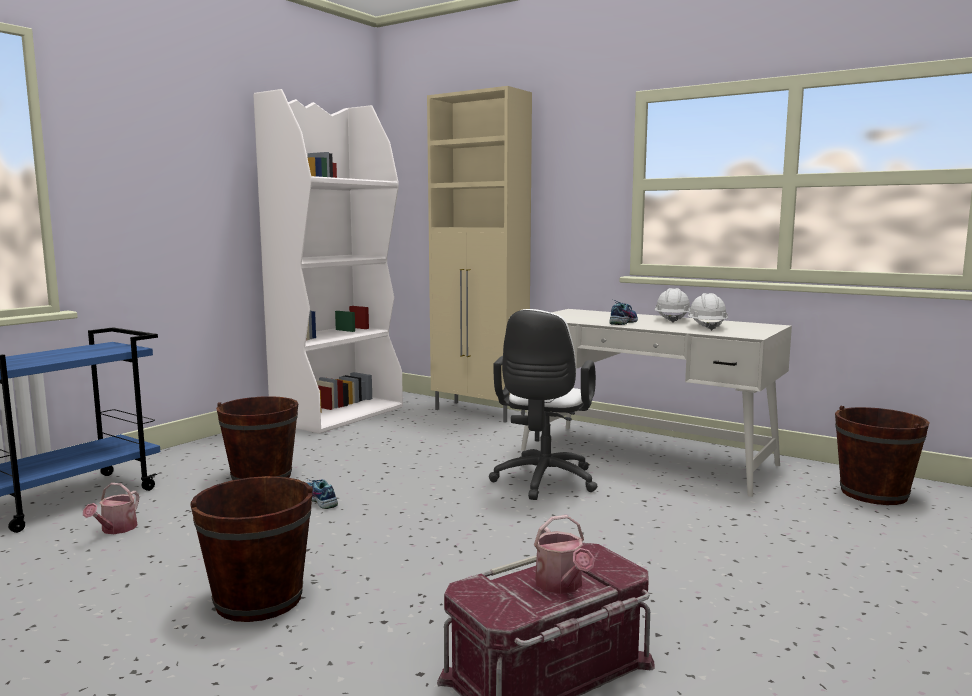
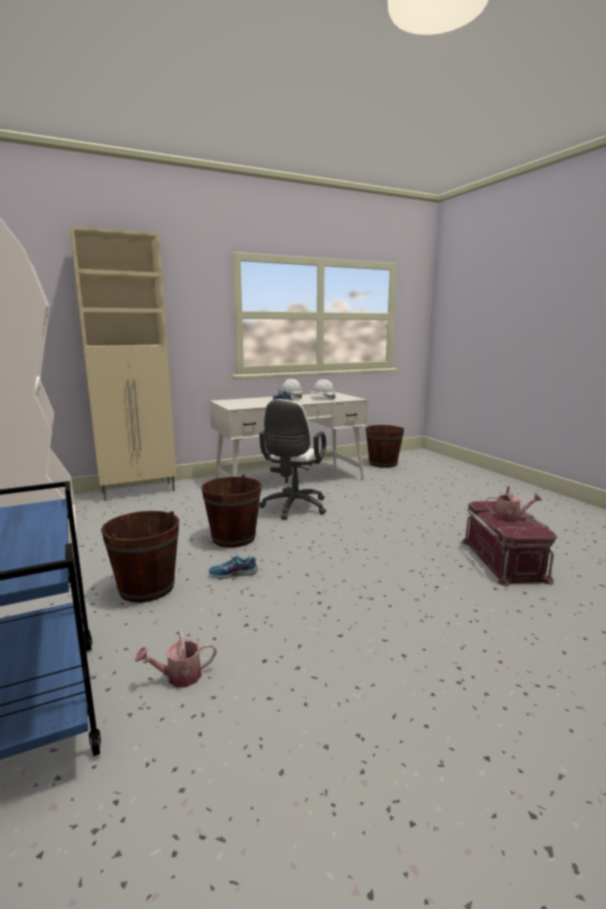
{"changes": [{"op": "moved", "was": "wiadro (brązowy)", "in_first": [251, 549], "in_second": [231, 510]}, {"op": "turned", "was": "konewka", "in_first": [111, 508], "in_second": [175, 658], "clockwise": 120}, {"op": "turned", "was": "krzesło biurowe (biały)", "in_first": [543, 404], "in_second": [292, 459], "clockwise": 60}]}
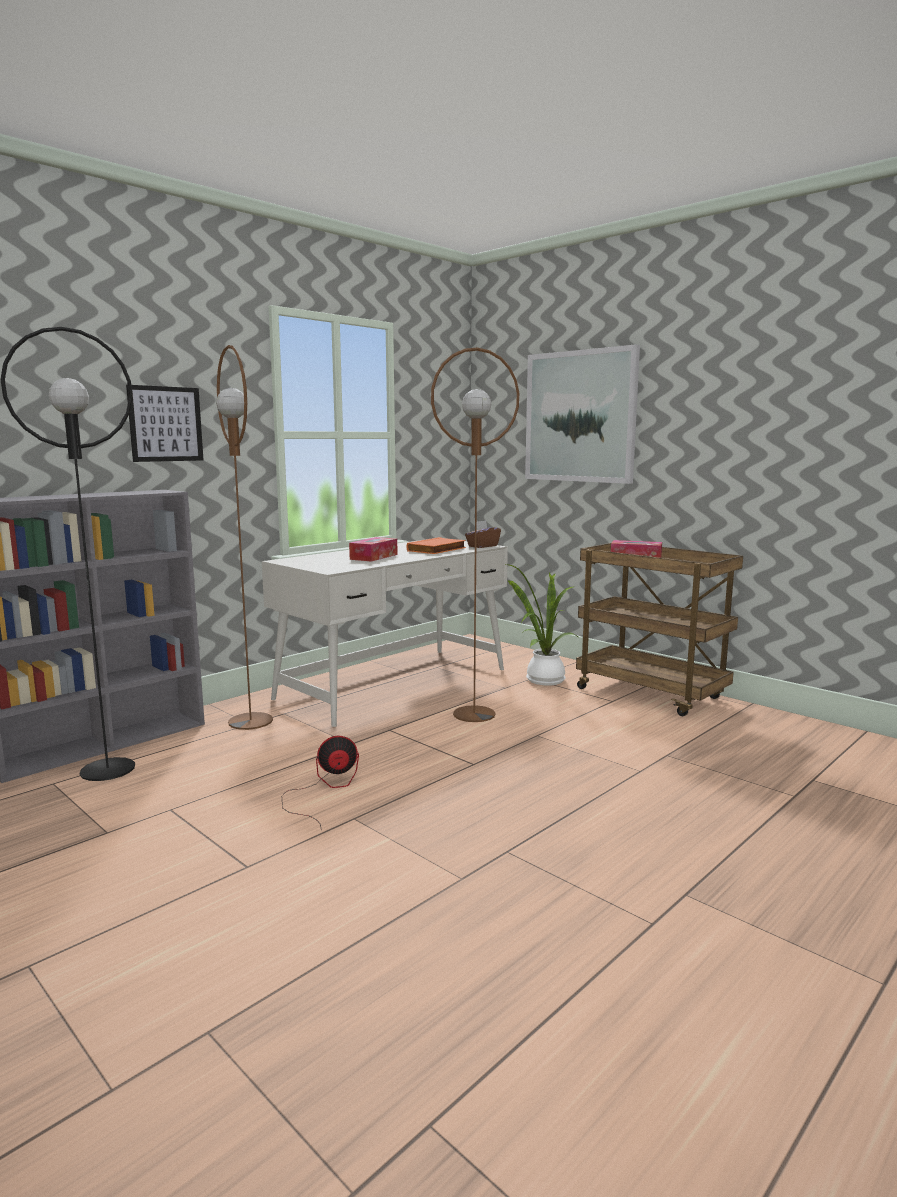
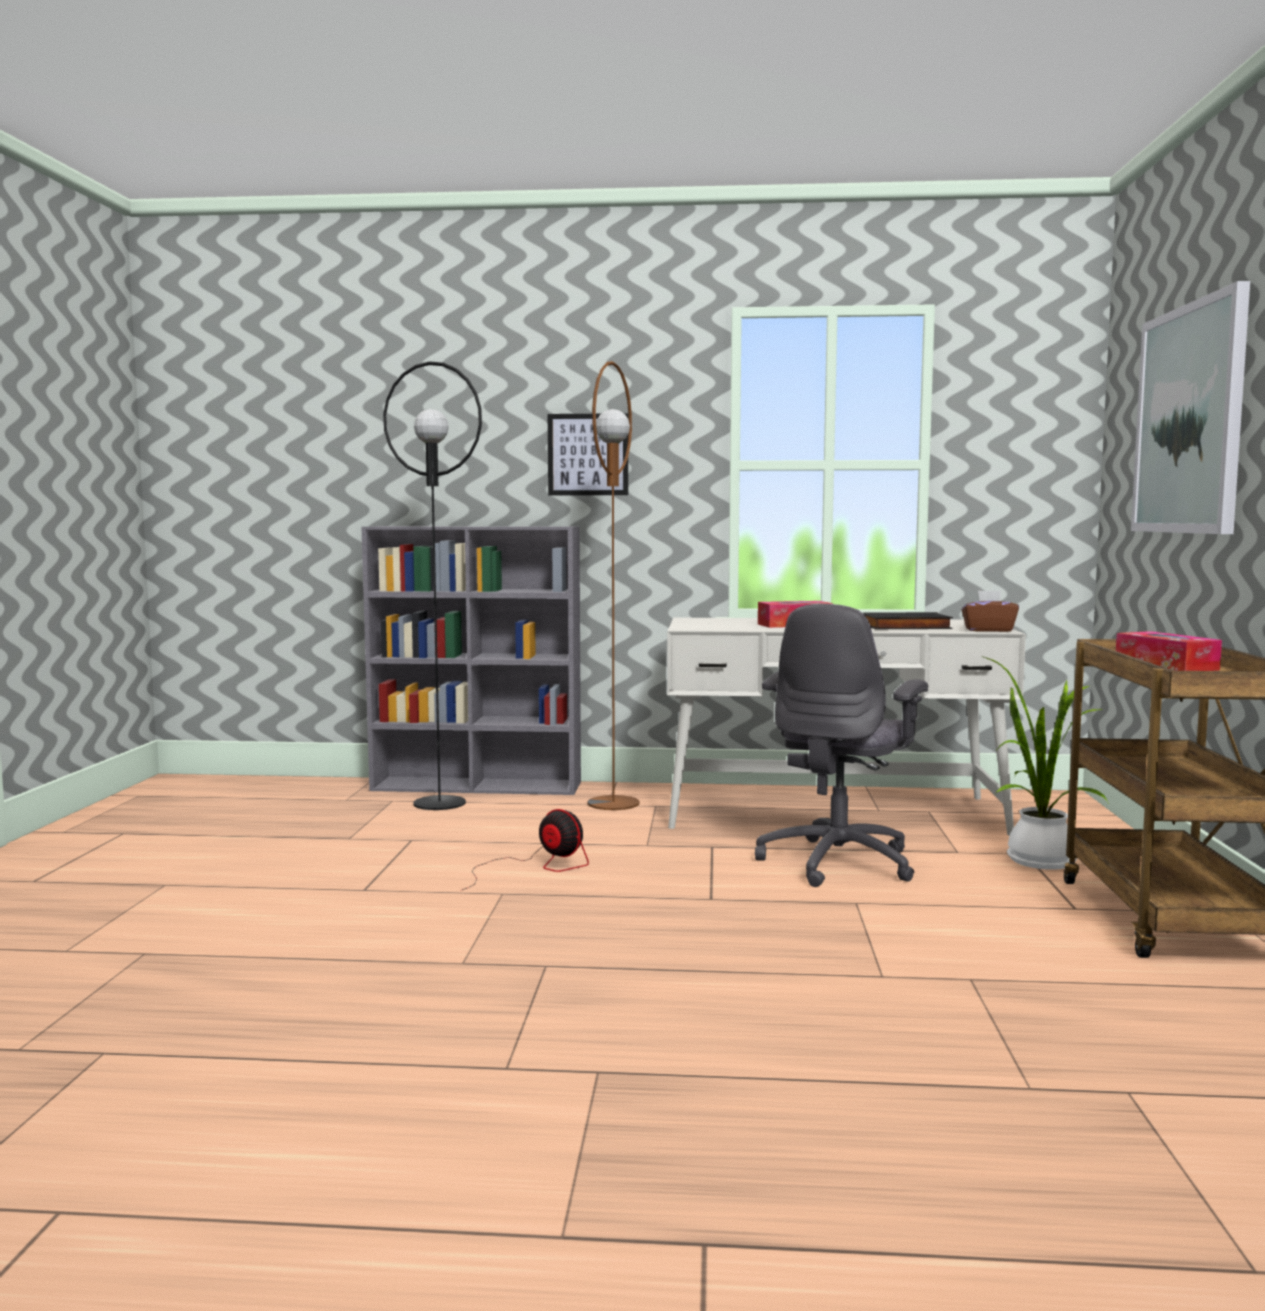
{"changes": [{"op": "replaced", "was": "lampa stojąca (brązowy)", "now": "krzesło biurowe (szary)", "in_first": [475, 534], "in_second": [841, 745]}, {"op": "recoloured", "was": "książka (pomarańczowy)", "now": "książka (czarny)", "in_first": [436, 545], "in_second": [908, 620]}]}
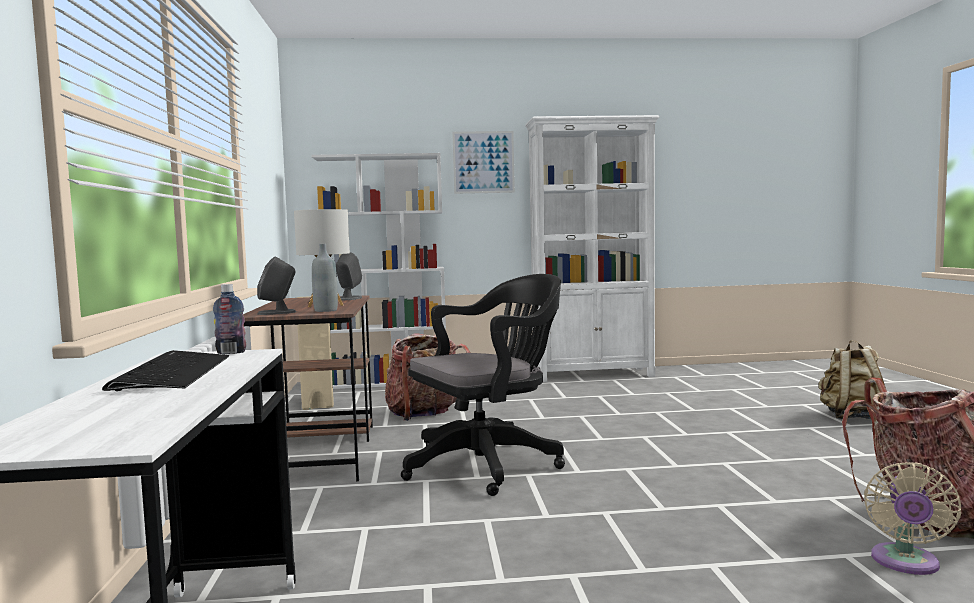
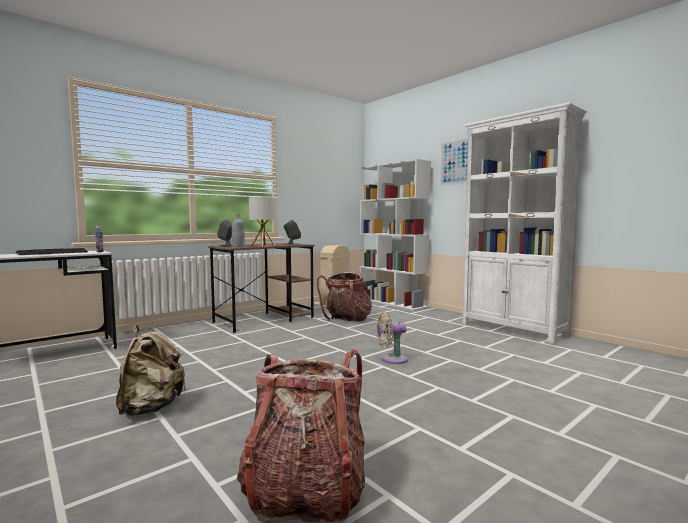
{"changes": [{"op": "removed", "was": "krzesło biurowe (czarny)", "in_first": [483, 385]}, {"op": "moved", "was": "plecak (beżowy)", "in_first": [852, 379], "in_second": [151, 370]}, {"op": "moved", "was": "wentylator (beżowy)", "in_first": [912, 518], "in_second": [391, 338]}]}
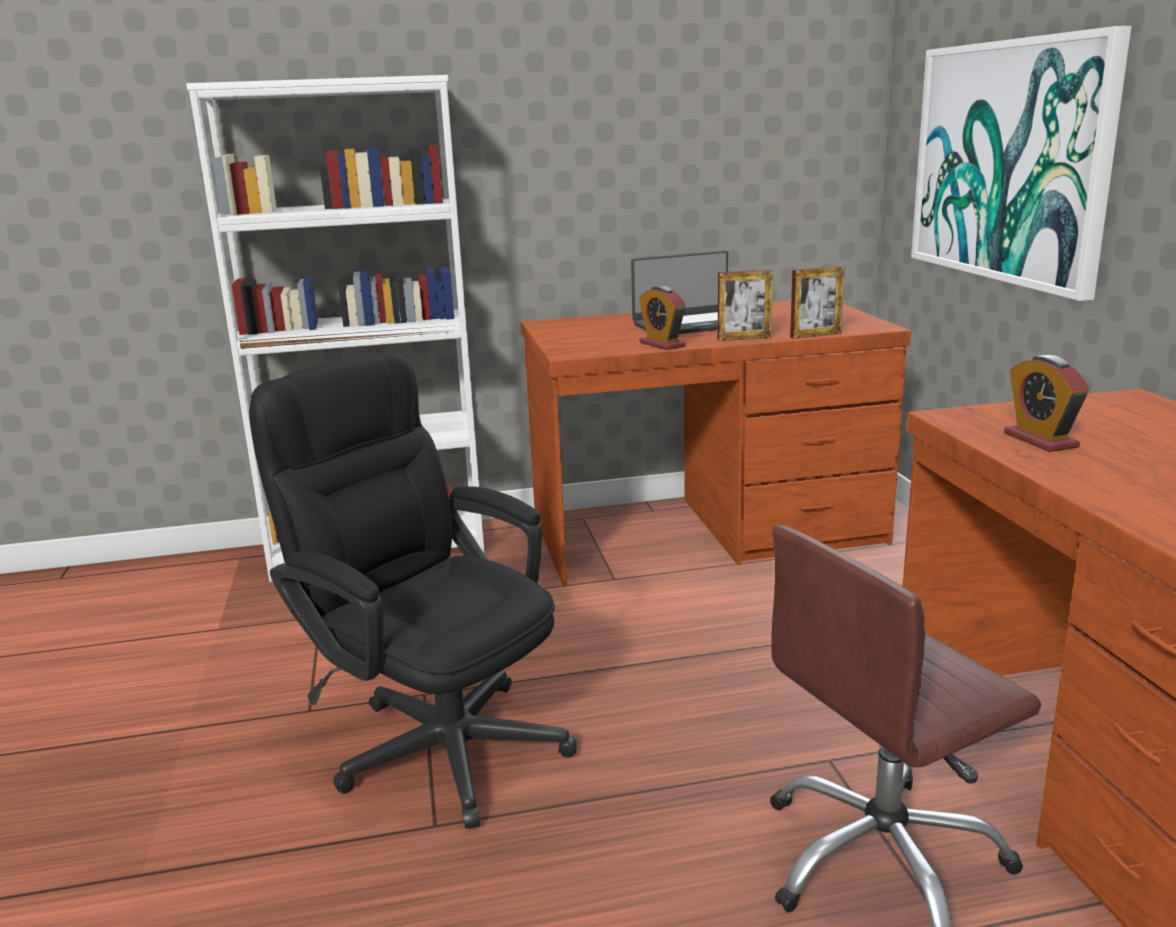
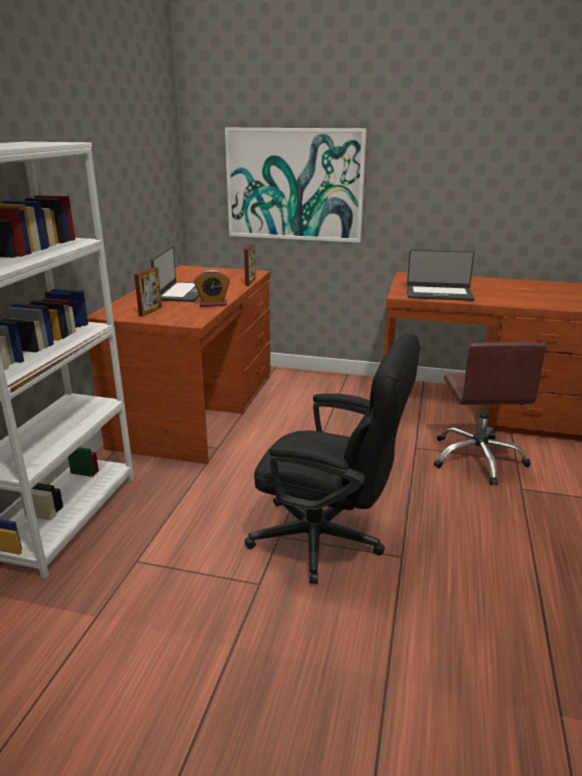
{"changes": [{"op": "moved", "was": "ramka na zdjęcie", "in_first": [745, 305], "in_second": [148, 292]}, {"op": "replaced", "was": "budzik", "now": "laptop", "in_first": [1047, 403], "in_second": [441, 275]}, {"op": "turned", "was": "krzesło biurowe (czarny)", "in_first": [413, 590], "in_second": [332, 458], "clockwise": -135}]}
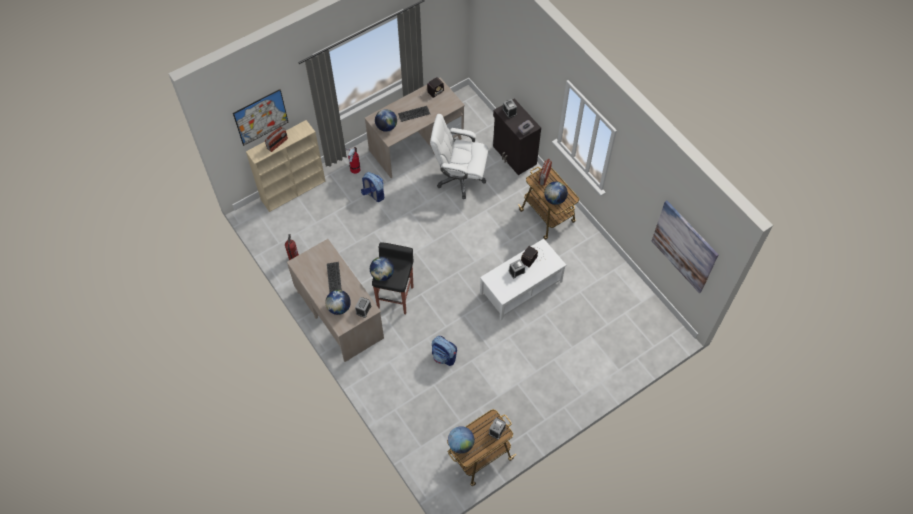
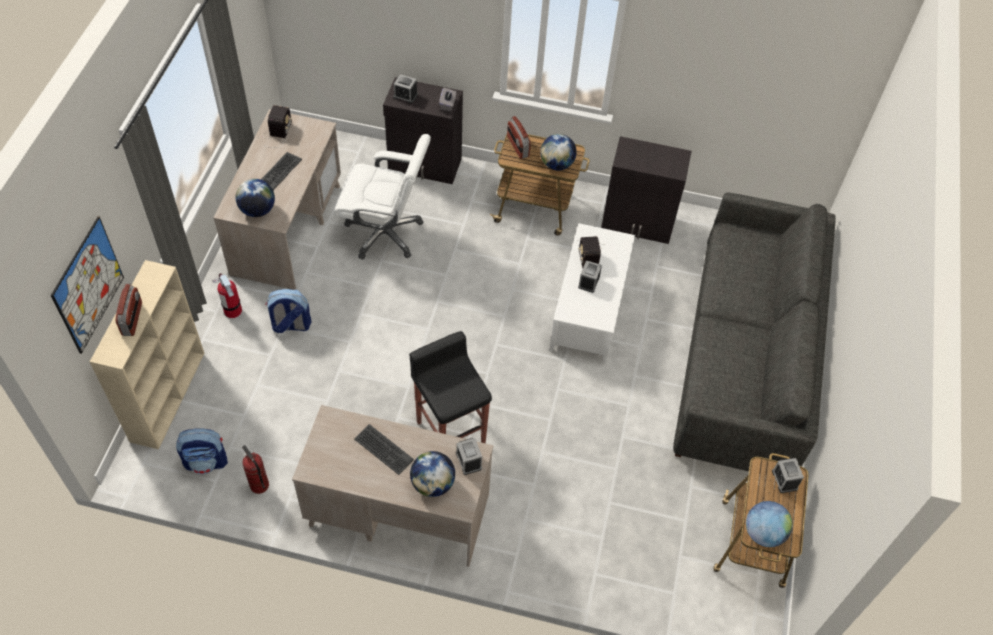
{"changes": [{"op": "removed", "was": "globus", "in_first": [382, 269]}, {"op": "removed", "was": "obraz", "in_first": [685, 246]}, {"op": "added", "now": "szafka (czarny)", "in_second": [646, 190]}, {"op": "added", "now": "kanapa (szary)", "in_second": [754, 332]}, {"op": "moved", "was": "plecak", "in_first": [444, 351], "in_second": [202, 451]}, {"op": "turned", "was": "krzesło biurowe (biały)", "in_first": [459, 156], "in_second": [382, 196], "clockwise": -135}]}
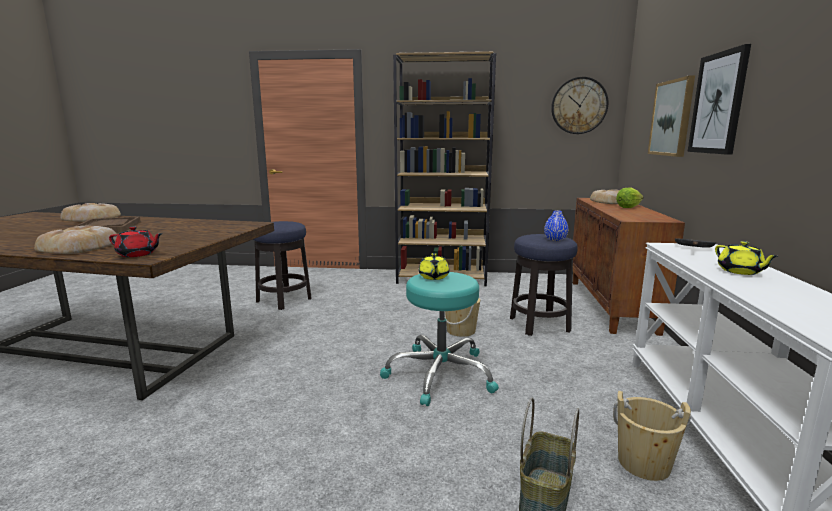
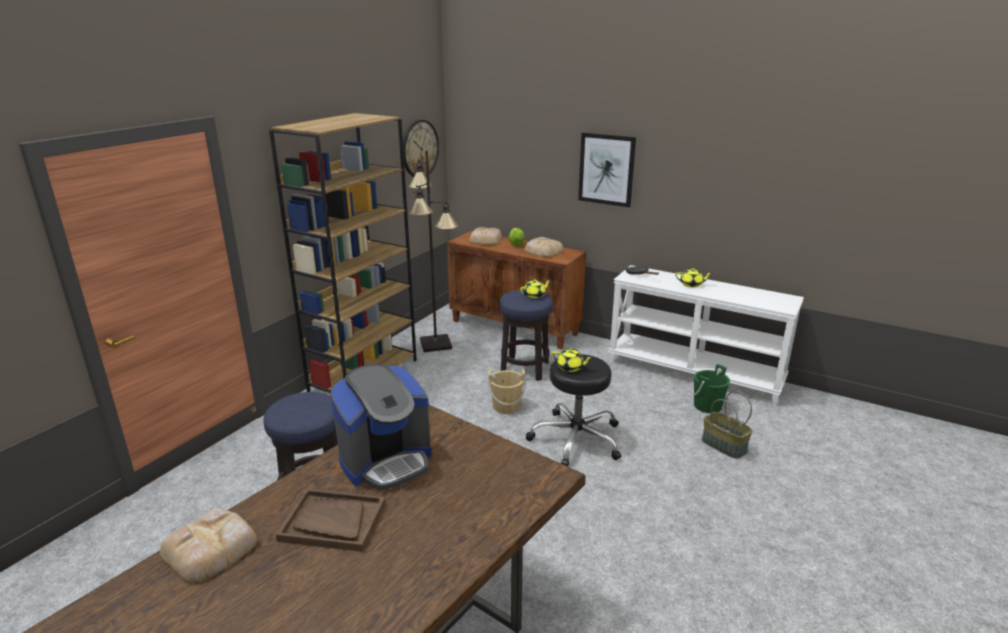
{"changes": [{"op": "removed", "was": "imbryk (czerwony)", "in_first": [136, 241]}, {"op": "removed", "was": "obraz", "in_first": [671, 116]}, {"op": "added", "now": "ekspres do kawy", "in_second": [380, 427]}, {"op": "added", "now": "lampa stojąca (czarny)", "in_second": [433, 251]}, {"op": "moved", "was": "chleb", "in_first": [75, 240], "in_second": [544, 247]}, {"op": "replaced", "was": "wazon (niebieski)", "now": "imbryk (żółty)", "in_first": [556, 225], "in_second": [535, 288]}, {"op": "recoloured", "was": "stołek (turkusowy)", "now": "stołek (czarny)", "in_first": [439, 339], "in_second": [574, 410]}, {"op": "recoloured", "was": "wiadro (beżowy)", "now": "wiadro (zielony)", "in_first": [652, 436], "in_second": [711, 388]}]}
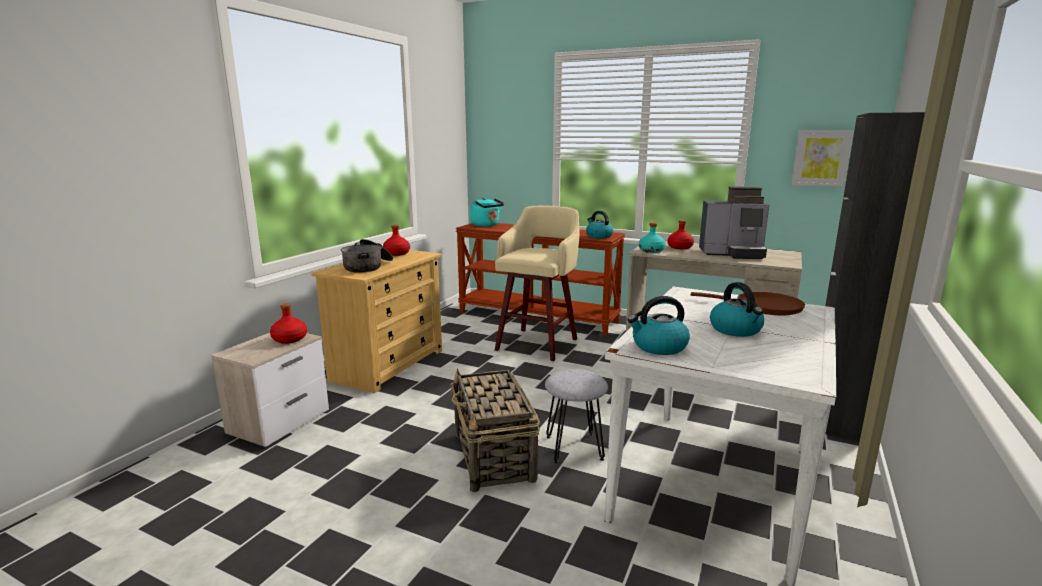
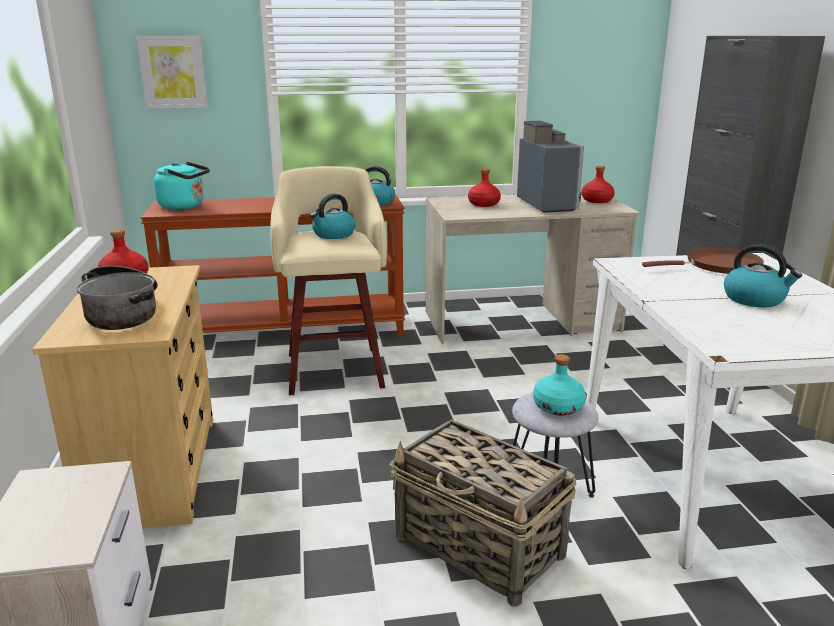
{"changes": [{"op": "moved", "was": "butelka (czerwony)", "in_first": [288, 323], "in_second": [598, 184]}, {"op": "moved", "was": "czajnik", "in_first": [659, 325], "in_second": [333, 216]}, {"op": "moved", "was": "butelka (turkusowy)", "in_first": [652, 238], "in_second": [559, 385]}, {"op": "moved", "was": "obraz", "in_first": [823, 158], "in_second": [172, 72]}, {"op": "turned", "was": "ekspres do kawy", "in_first": [734, 222], "in_second": [550, 167], "clockwise": -75}]}
